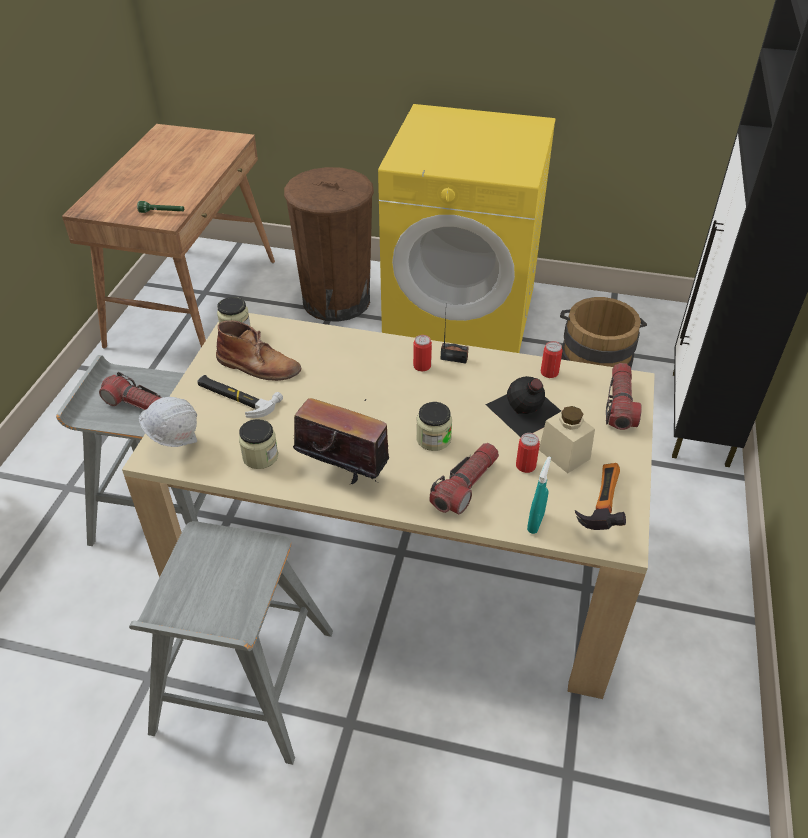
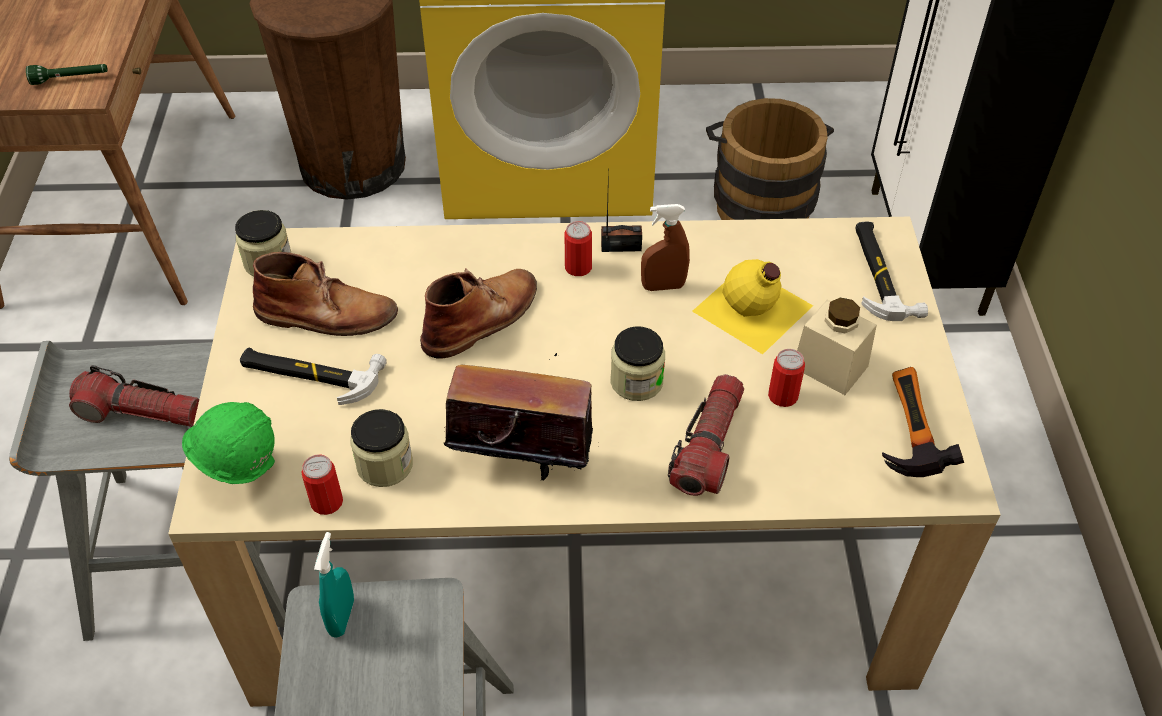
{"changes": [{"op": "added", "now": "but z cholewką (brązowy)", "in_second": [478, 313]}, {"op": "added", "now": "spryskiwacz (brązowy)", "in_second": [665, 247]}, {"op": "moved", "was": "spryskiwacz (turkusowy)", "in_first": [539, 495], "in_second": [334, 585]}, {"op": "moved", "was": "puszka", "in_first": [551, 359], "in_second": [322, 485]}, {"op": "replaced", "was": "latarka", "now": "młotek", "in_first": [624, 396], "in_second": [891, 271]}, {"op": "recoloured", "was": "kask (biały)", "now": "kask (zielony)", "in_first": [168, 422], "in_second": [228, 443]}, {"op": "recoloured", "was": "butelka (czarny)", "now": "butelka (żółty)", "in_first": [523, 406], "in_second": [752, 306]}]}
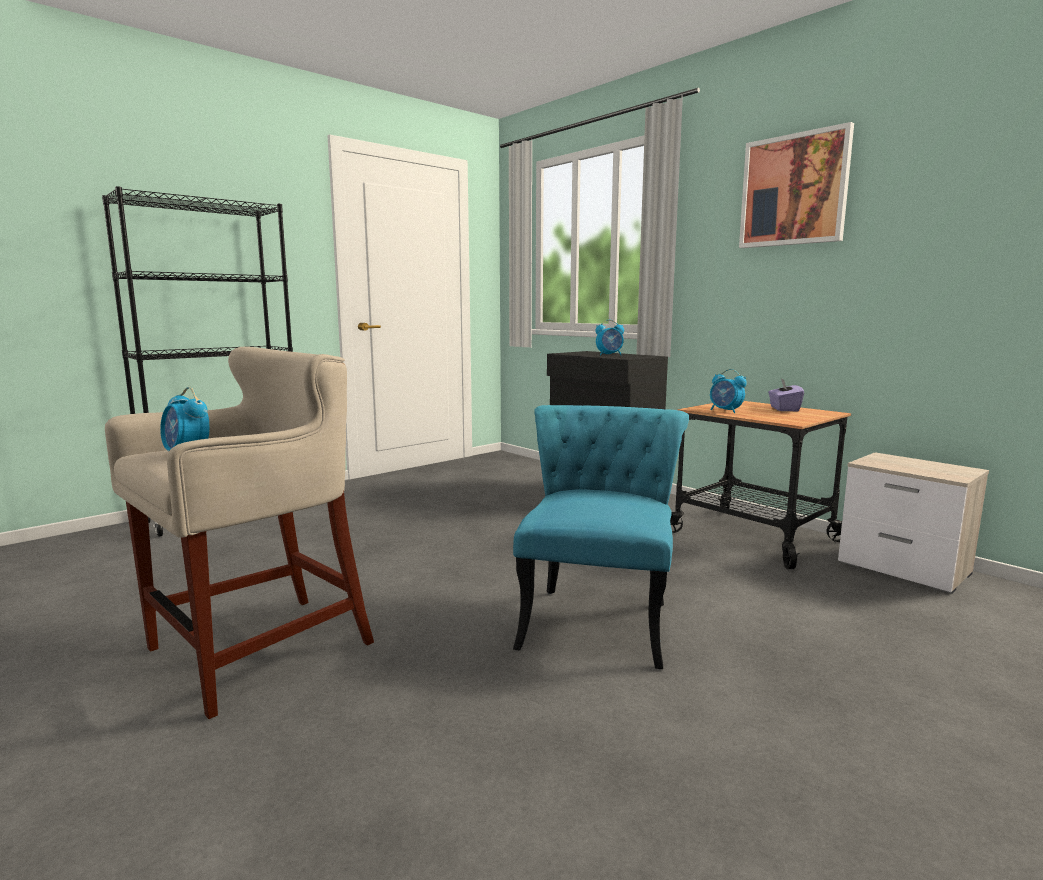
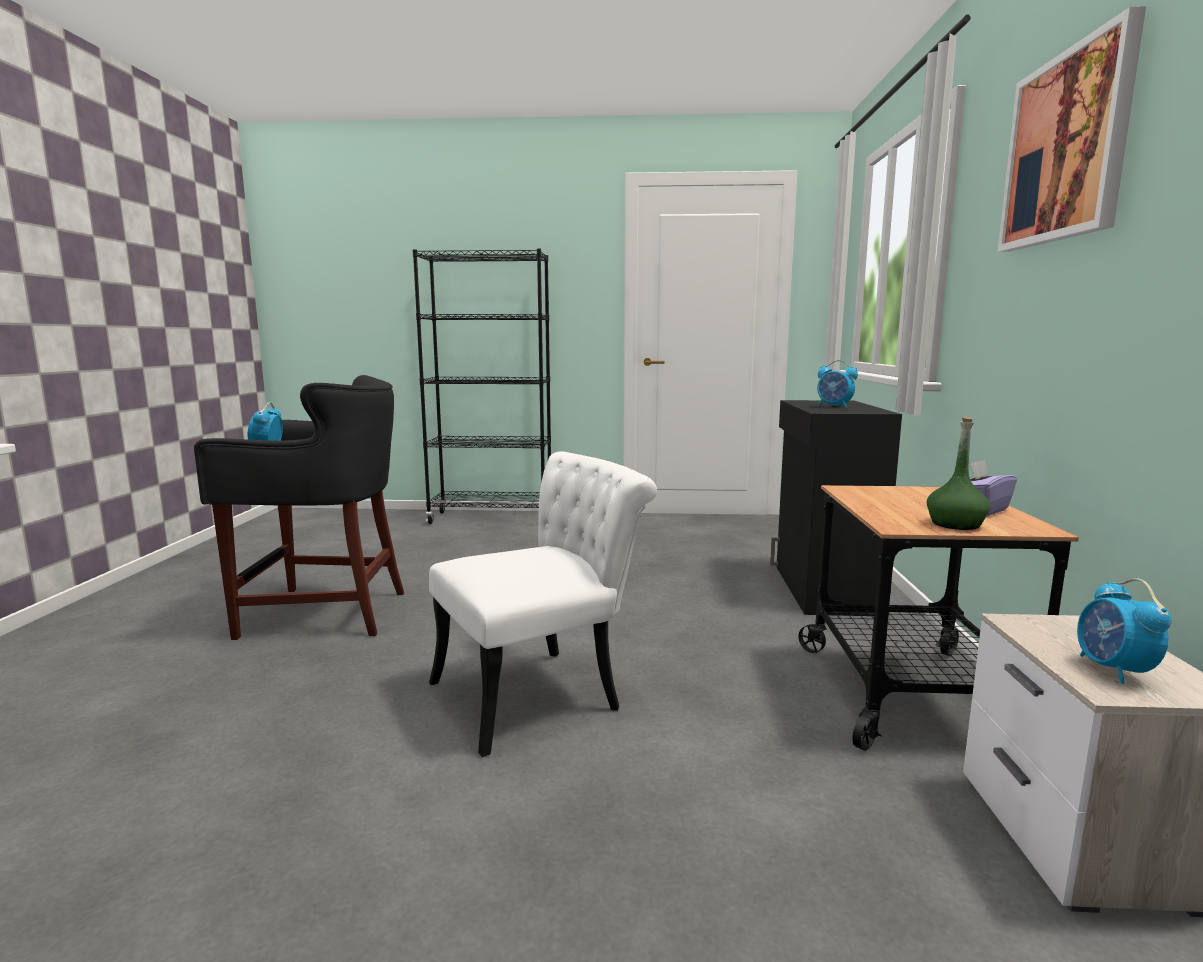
{"changes": [{"op": "added", "now": "butelka (zielony)", "in_second": [958, 473]}, {"op": "moved", "was": "budzik", "in_first": [728, 391], "in_second": [1124, 631]}, {"op": "recoloured", "was": "stołek (beżowy)", "now": "stołek (czarny)", "in_first": [239, 533], "in_second": [299, 507]}, {"op": "recoloured", "was": "krzesło (turkusowy)", "now": "krzesło (biały)", "in_first": [601, 537], "in_second": [543, 604]}]}
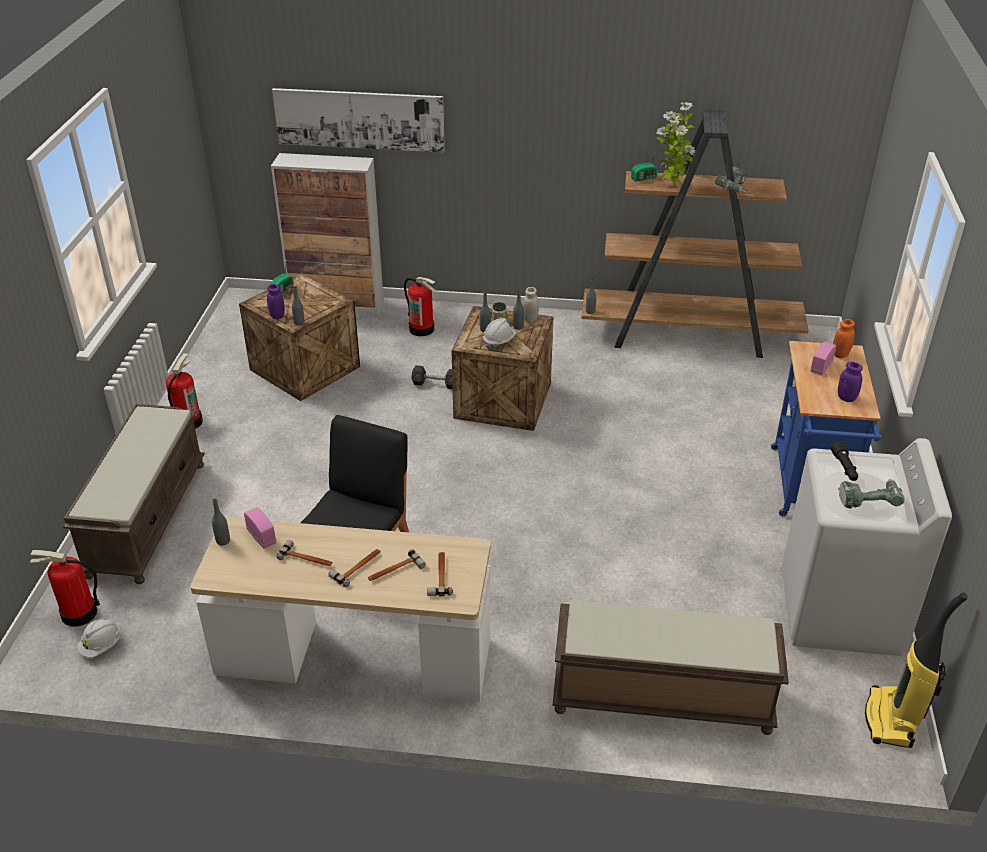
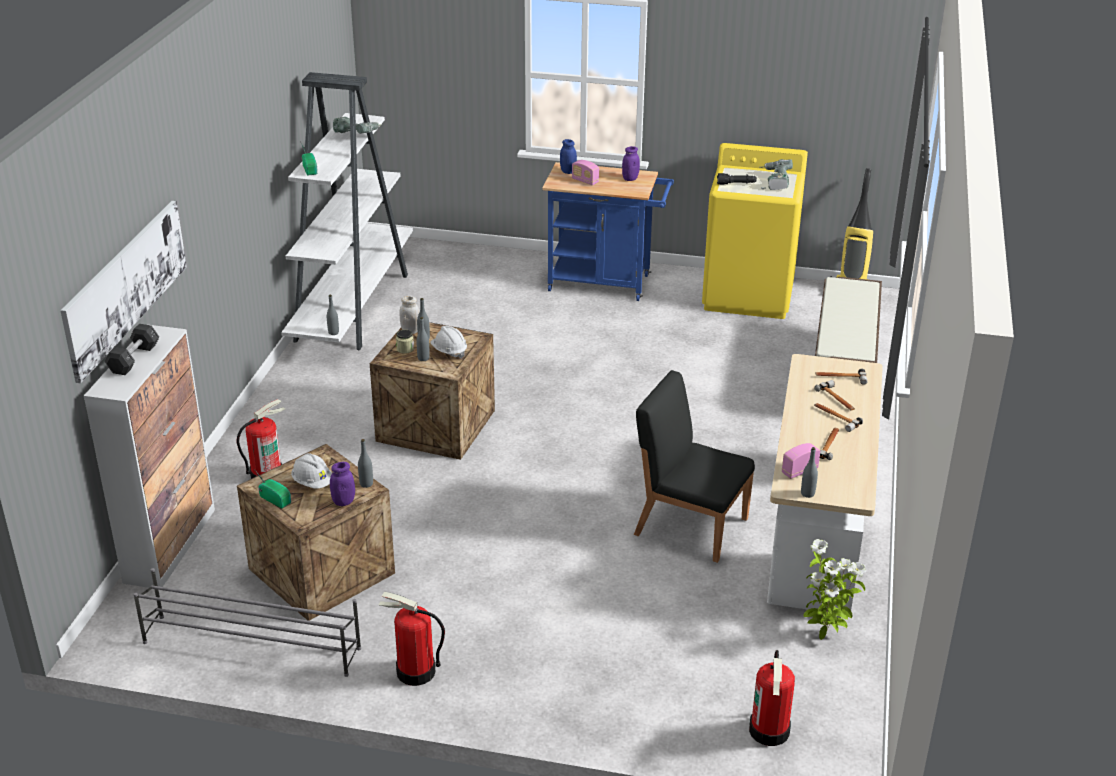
{"changes": [{"op": "removed", "was": "ławka (brązowy)", "in_first": [134, 494]}, {"op": "added", "now": "regał na buty (szary)", "in_second": [247, 622]}, {"op": "moved", "was": "kask (biały)", "in_first": [99, 637], "in_second": [311, 471]}, {"op": "moved", "was": "hantel (czarny)", "in_first": [432, 377], "in_second": [132, 349]}, {"op": "moved", "was": "roślina doniczkowa", "in_first": [675, 144], "in_second": [834, 589]}, {"op": "recoloured", "was": "regał (brązowy)", "now": "regał (biały)", "in_first": [695, 234], "in_second": [347, 211]}, {"op": "recoloured", "was": "pralka (biały)", "now": "pralka (żółty)", "in_first": [867, 547], "in_second": [755, 231]}, {"op": "recoloured", "was": "słoik (pomarańczowy)", "now": "słoik (niebieski)", "in_first": [844, 338], "in_second": [568, 156]}]}
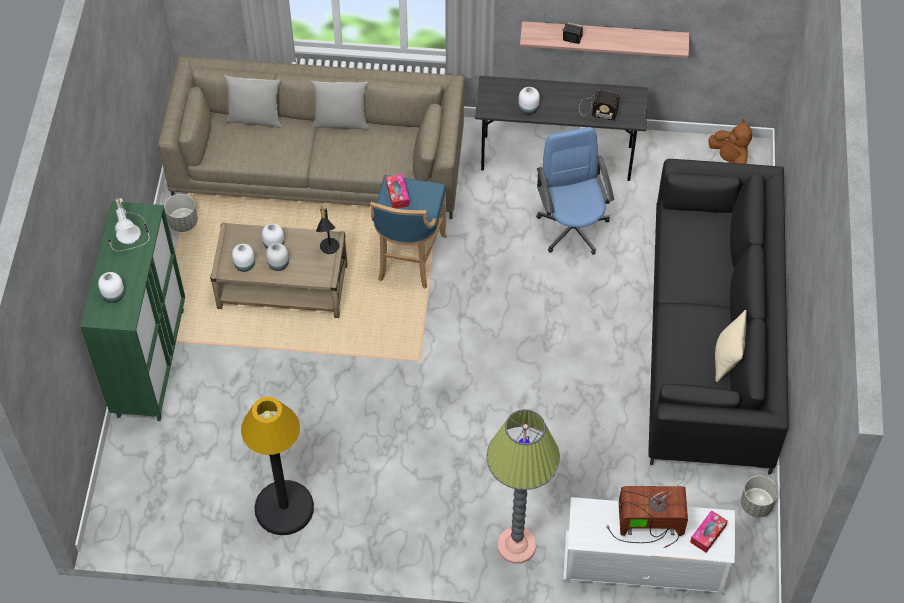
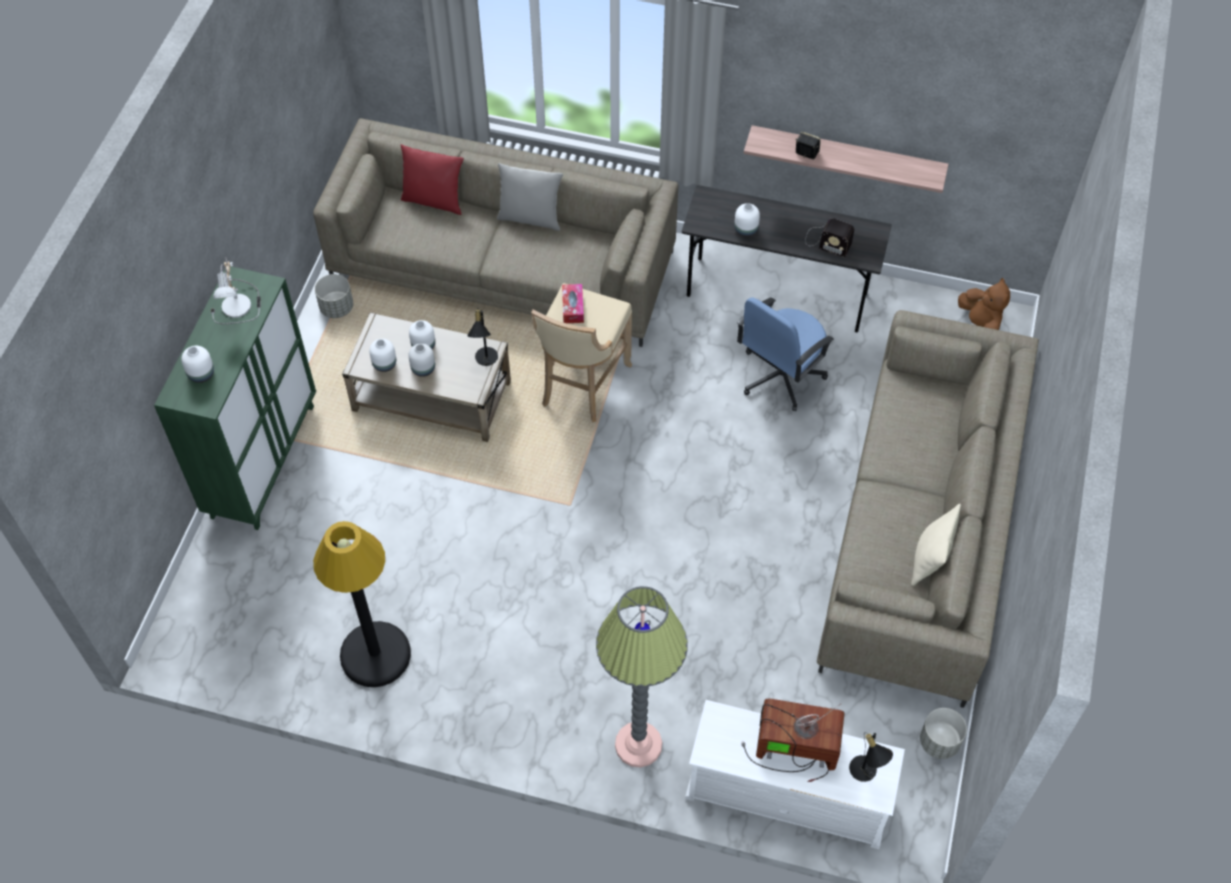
{"changes": [{"op": "replaced", "was": "pudełko chusteczek", "now": "lampa stołowa (czarny)", "in_first": [709, 531], "in_second": [871, 757]}, {"op": "recoloured", "was": "poduszka (szary)", "now": "poduszka (czerwony)", "in_first": [253, 101], "in_second": [432, 179]}, {"op": "recoloured", "was": "stołek (niebieski)", "now": "stołek (beżowy)", "in_first": [408, 232], "in_second": [581, 352]}, {"op": "recoloured", "was": "kanapa (czarny)", "now": "kanapa (beżowy)", "in_first": [718, 317], "in_second": [928, 509]}, {"op": "turned", "was": "krzesło biurowe (niebieski)", "in_first": [575, 191], "in_second": [785, 354], "clockwise": -135}]}
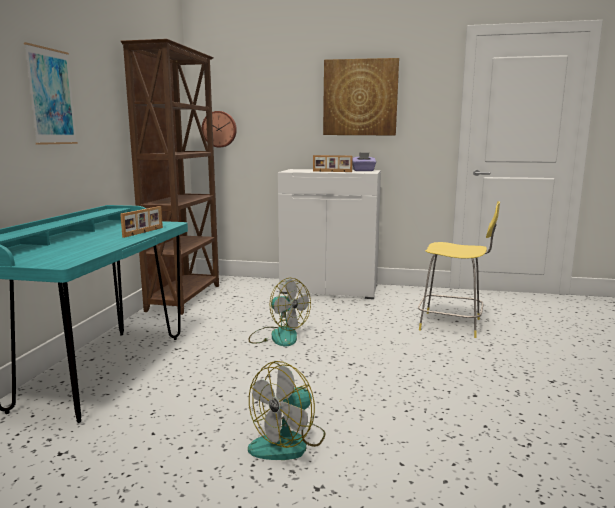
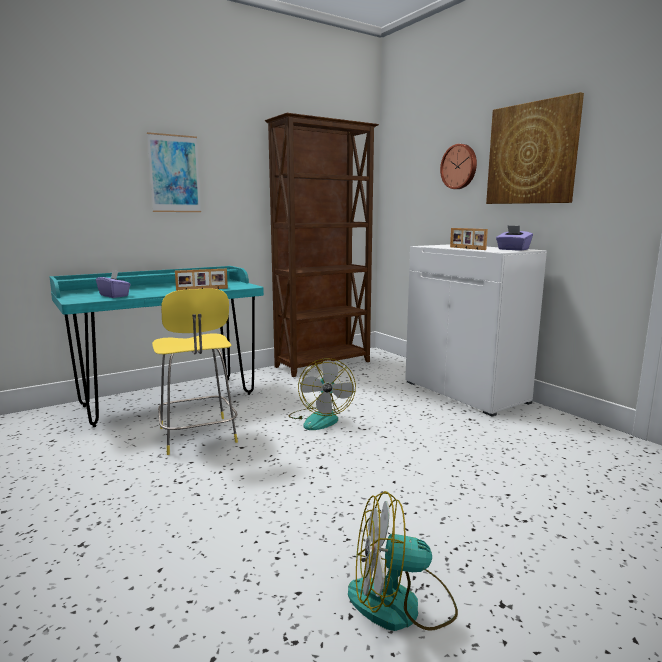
{"changes": [{"op": "added", "now": "pudełko chusteczek (fioletowy)", "in_second": [113, 284]}, {"op": "moved", "was": "zegar ścienny", "in_first": [219, 129], "in_second": [458, 166]}, {"op": "moved", "was": "wentylator", "in_first": [286, 410], "in_second": [403, 561]}, {"op": "moved", "was": "stołek (żółty)", "in_first": [459, 269], "in_second": [195, 371]}]}
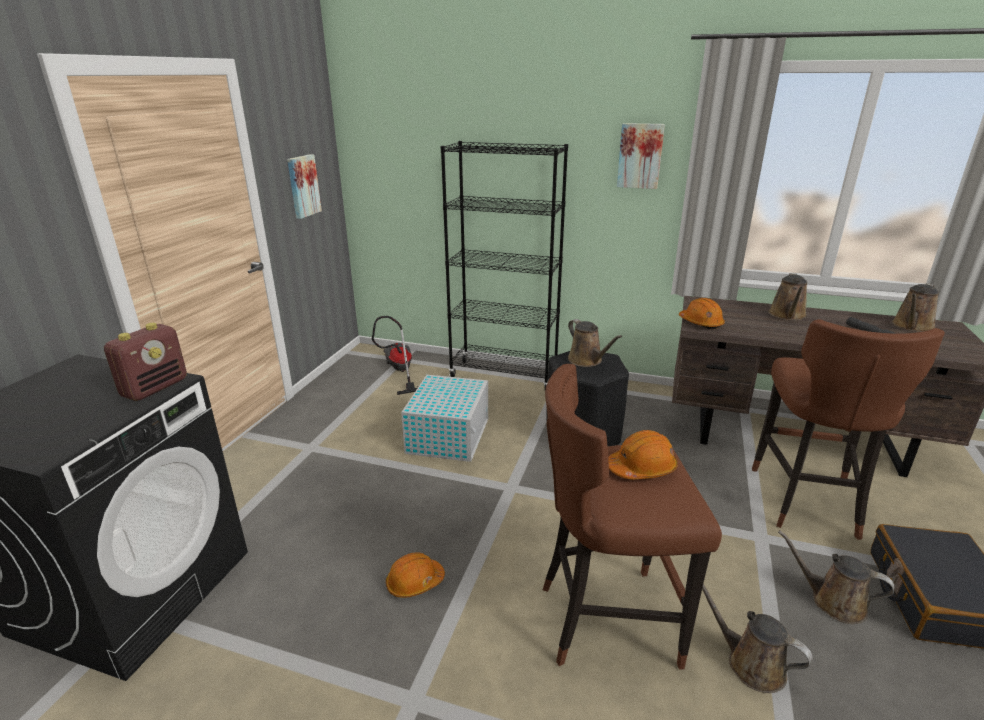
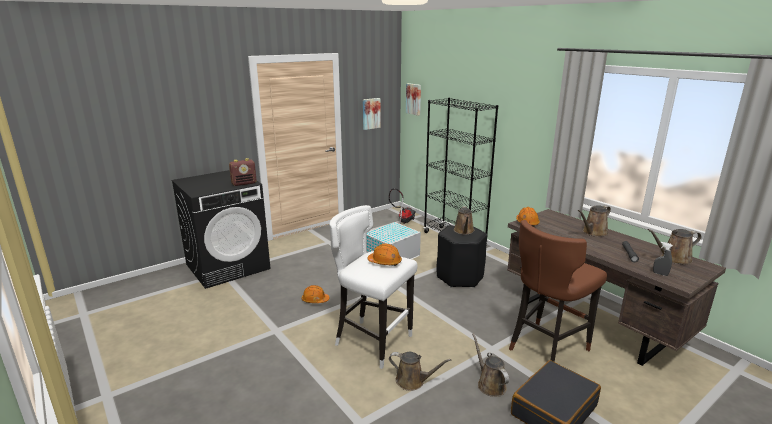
{"changes": [{"op": "added", "now": "spryskiwacz (szary)", "in_second": [663, 259]}, {"op": "moved", "was": "obraz", "in_first": [641, 156], "in_second": [413, 99]}, {"op": "recoloured", "was": "stołek (brązowy)", "now": "stołek (biały)", "in_first": [632, 517], "in_second": [373, 287]}, {"op": "turned", "was": "konewka (brązowy)", "in_first": [757, 638], "in_second": [420, 371], "clockwise": 120}]}
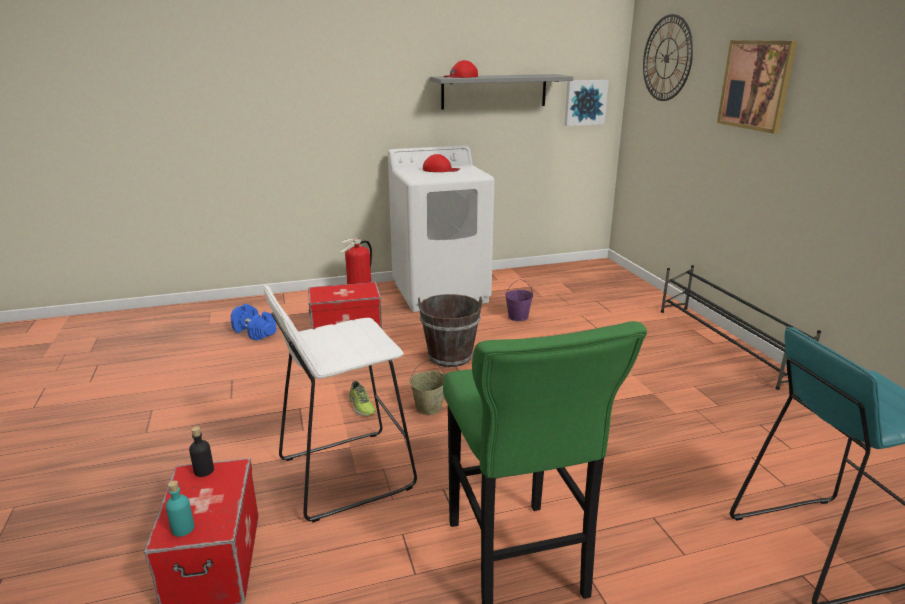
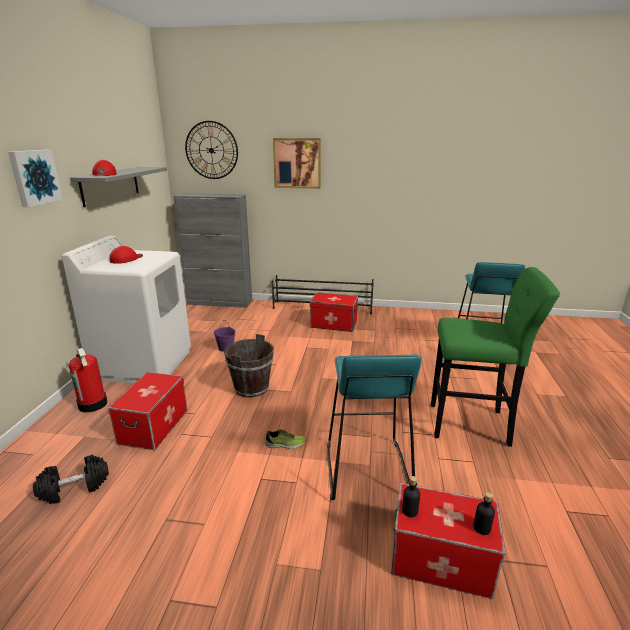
{"changes": [{"op": "removed", "was": "wiadro (beżowy)", "in_first": [427, 387]}, {"op": "added", "now": "szafka (szary)", "in_second": [212, 250]}, {"op": "added", "now": "pojemnik do przechowywania", "in_second": [334, 312]}, {"op": "moved", "was": "obraz", "in_first": [587, 103], "in_second": [35, 178]}, {"op": "recoloured", "was": "butelka (turkusowy)", "now": "butelka (czarny)", "in_first": [180, 508], "in_second": [484, 513]}, {"op": "recoloured", "was": "hantel (niebieski)", "now": "hantel (czarny)", "in_first": [253, 322], "in_second": [71, 479]}, {"op": "recoloured", "was": "stołek (biały)", "now": "stołek (turkusowy)", "in_first": [340, 403], "in_second": [374, 427]}]}
